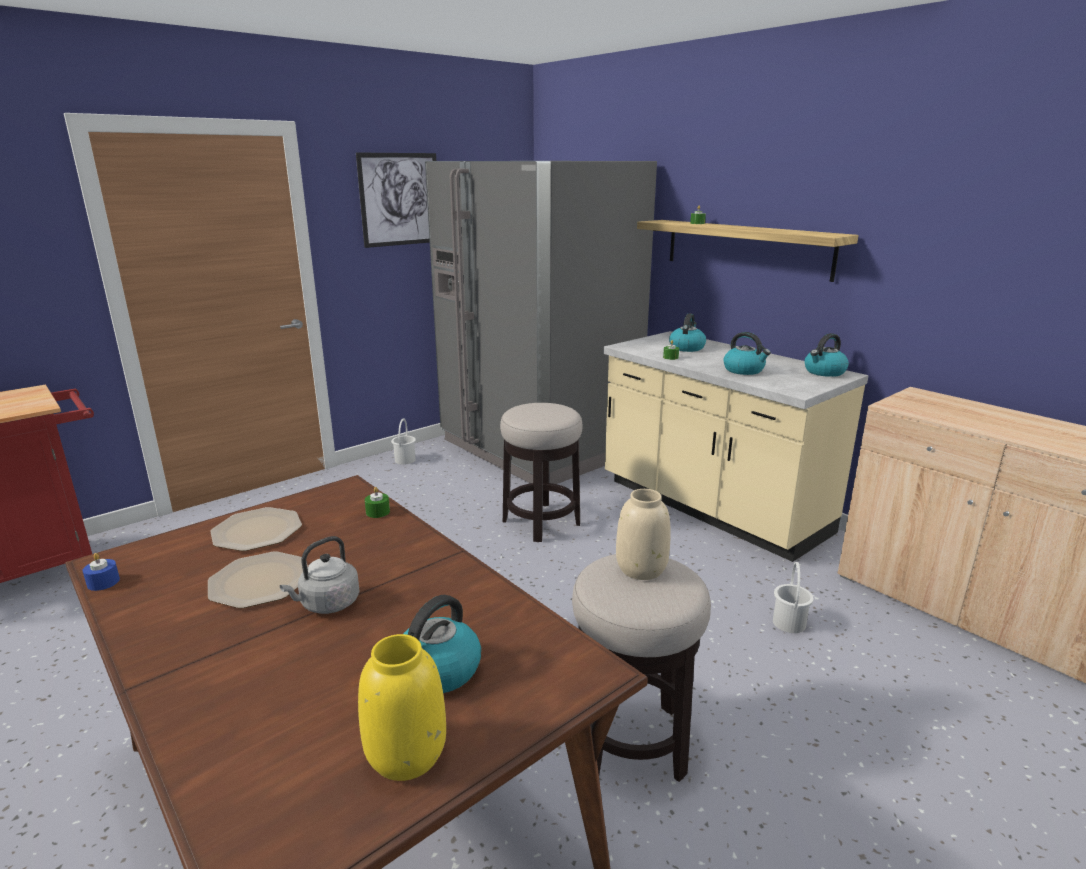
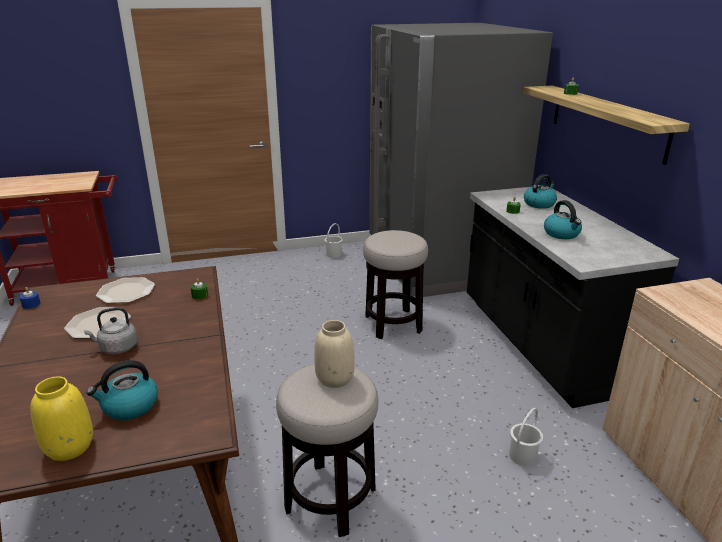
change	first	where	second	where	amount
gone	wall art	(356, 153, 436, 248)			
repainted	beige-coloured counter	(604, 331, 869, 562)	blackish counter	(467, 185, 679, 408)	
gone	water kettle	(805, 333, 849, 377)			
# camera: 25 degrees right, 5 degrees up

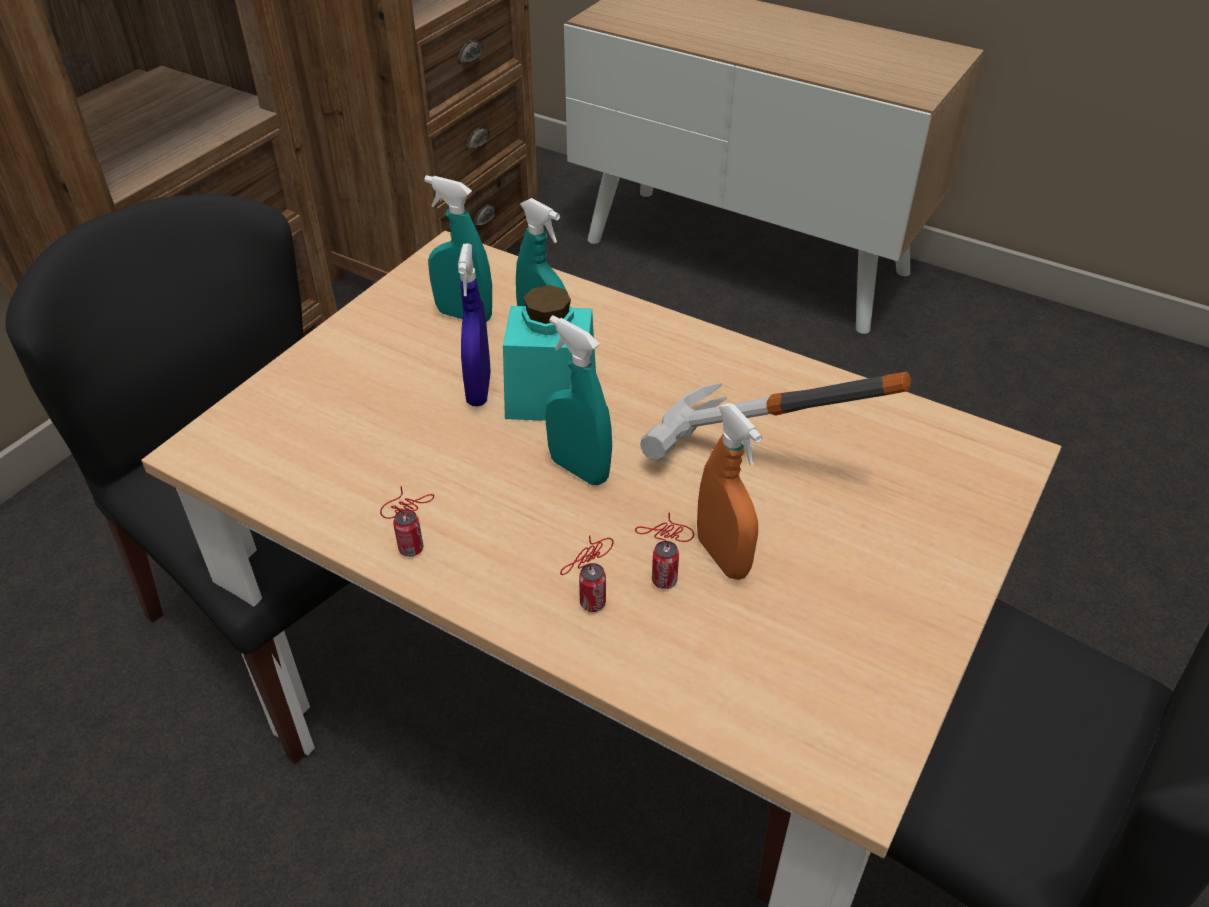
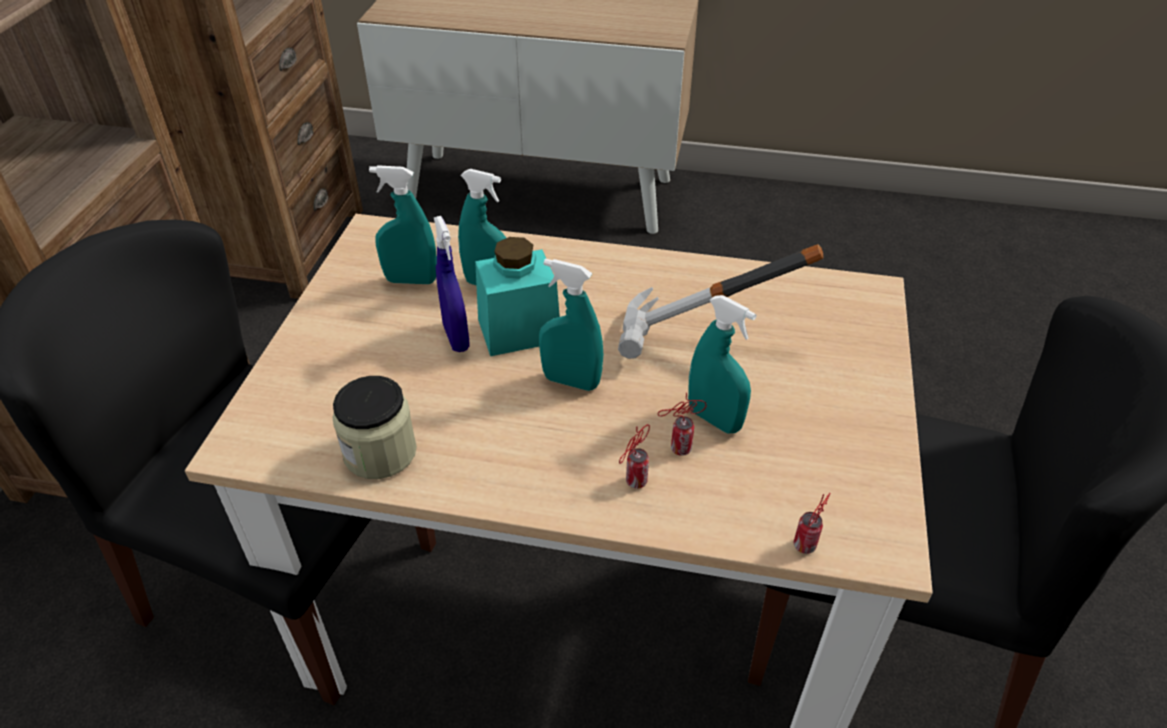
change	first	where	second	where	amount
repainted	orange hand sprayer	(697, 403, 762, 580)	turquoise hand sprayer	(688, 295, 757, 434)	
shifted	can	(380, 486, 434, 557)		(794, 493, 831, 554)	
new			storage jar	(332, 376, 417, 479)	
# camera: 20 degrees left, 0 degrees up

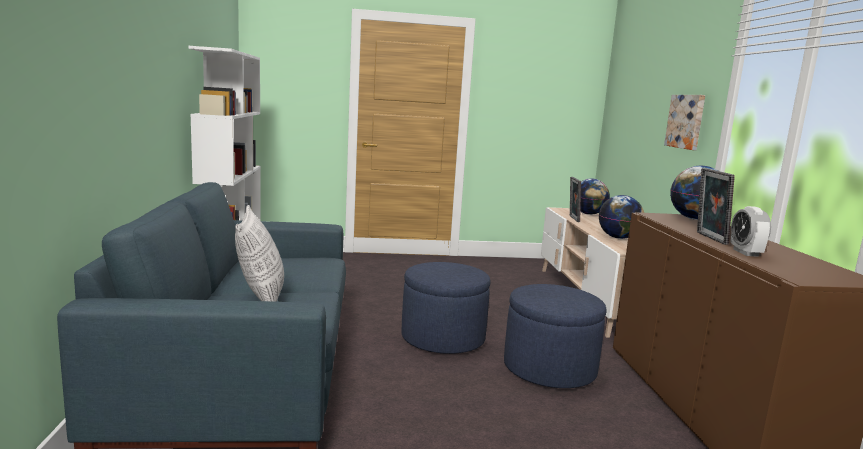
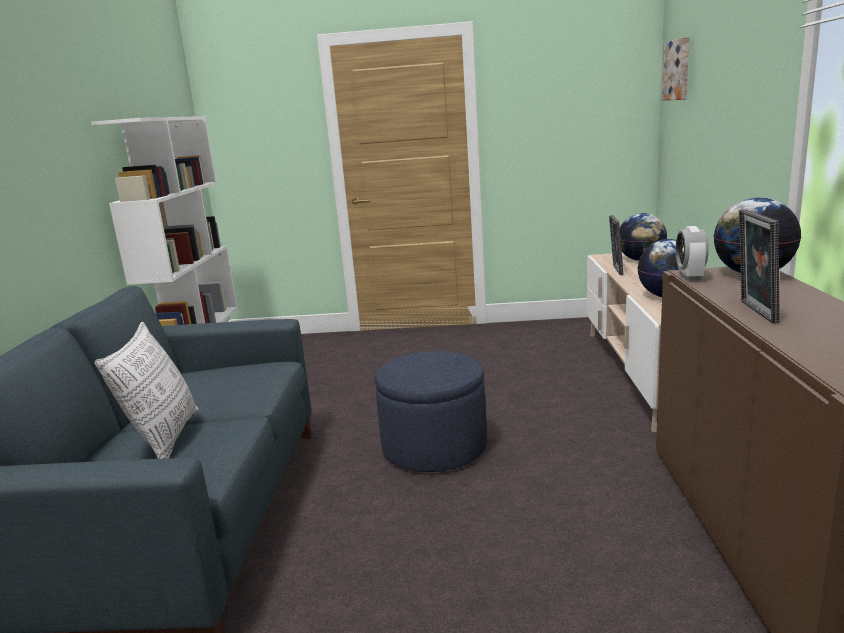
change	first	where	second	where	amount
shifted	wall art	(664, 95, 705, 150)		(662, 37, 689, 101)	
shifted	table clock	(730, 206, 771, 257)		(676, 226, 709, 281)	
gone	blue ottoman	(504, 284, 607, 388)			
# camera: 10 degrees right, 5 degrees up

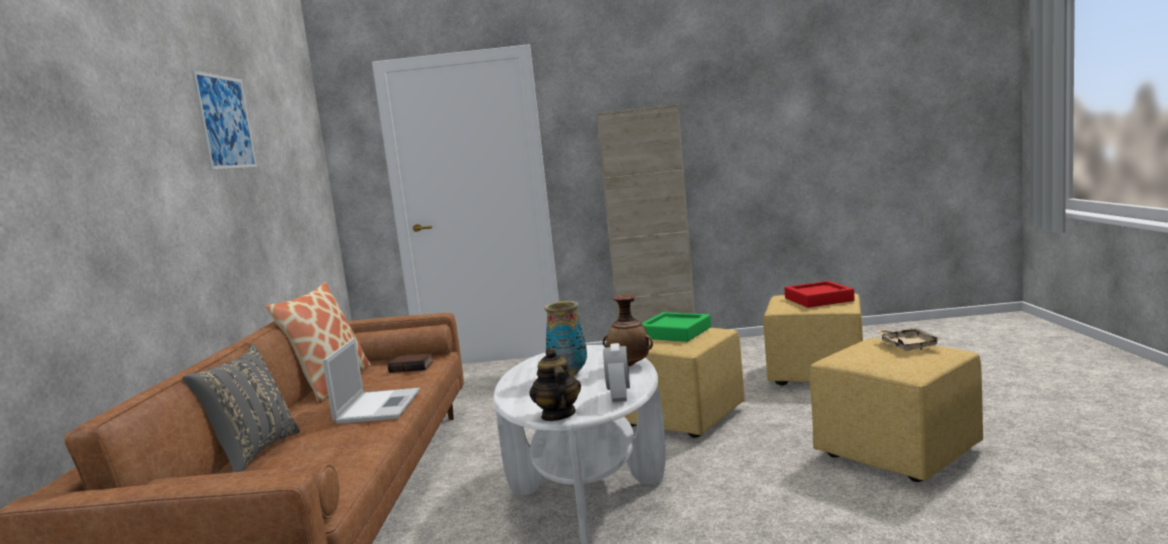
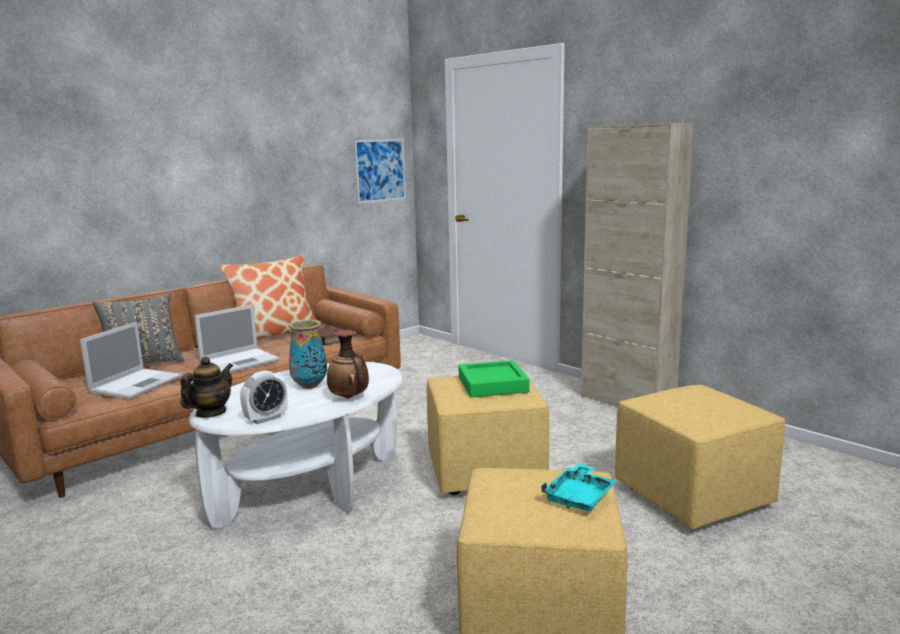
change	first	where	second	where	amount
shifted	wall art	(192, 71, 257, 170)		(354, 139, 406, 204)	
gone	red tray	(784, 281, 855, 308)			
repainted	beige-coloured tray	(875, 327, 942, 351)	turquoise tray	(541, 463, 617, 511)	
new			portable computer	(80, 322, 182, 399)	
# camera: 45 degrees right, 5 degrees up

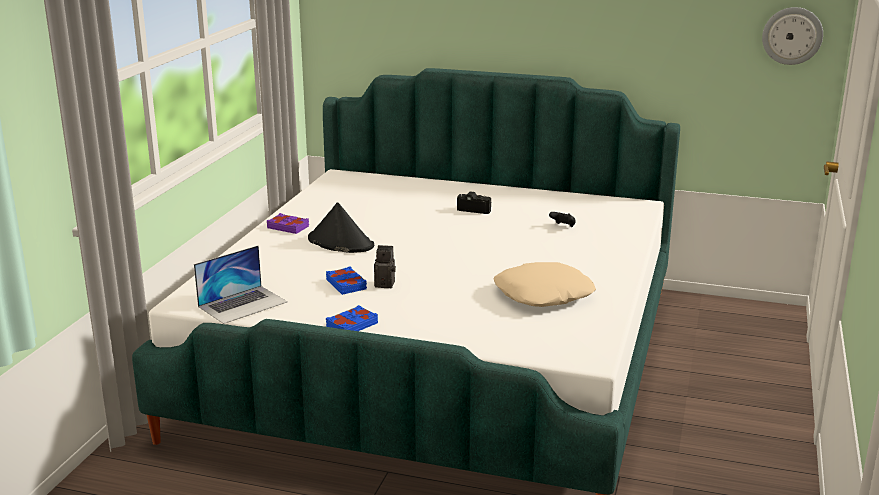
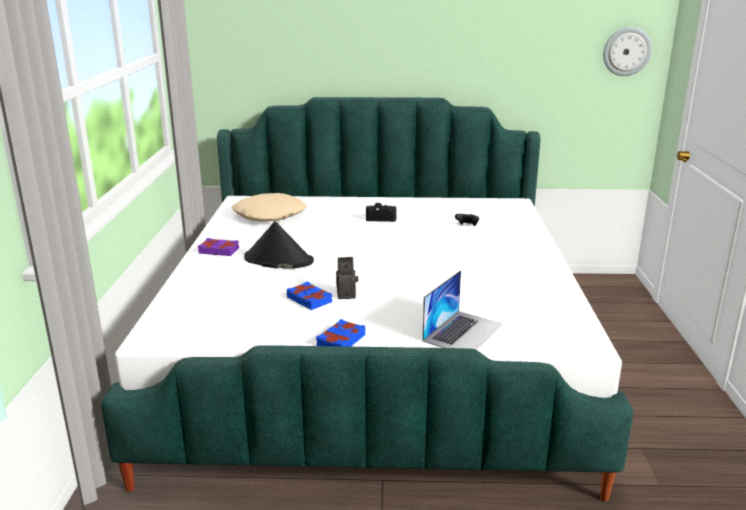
change	first	where	second	where	amount
shifted	portable computer	(194, 245, 288, 324)		(422, 270, 503, 350)	
shifted	beige-coloured throw pillow	(494, 262, 596, 307)		(232, 193, 307, 221)	
# camera: 15 degrees left, 0 degrees up

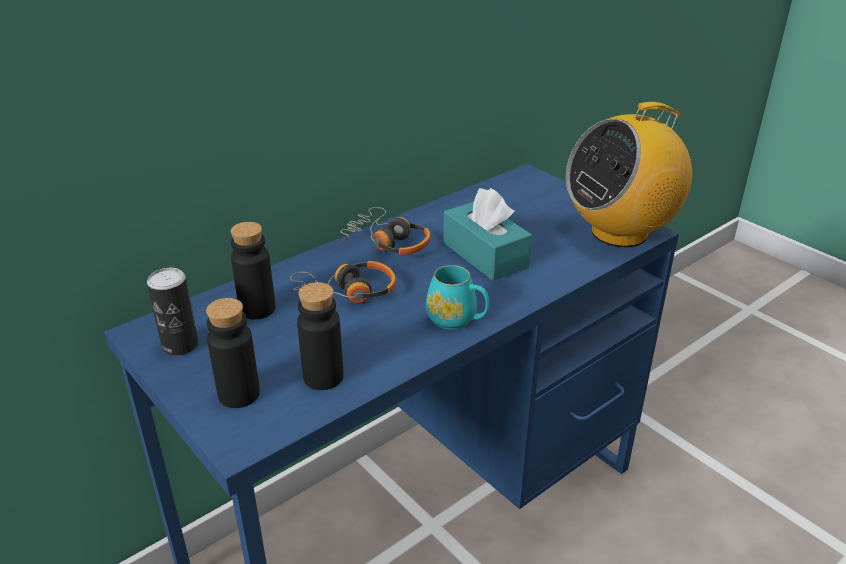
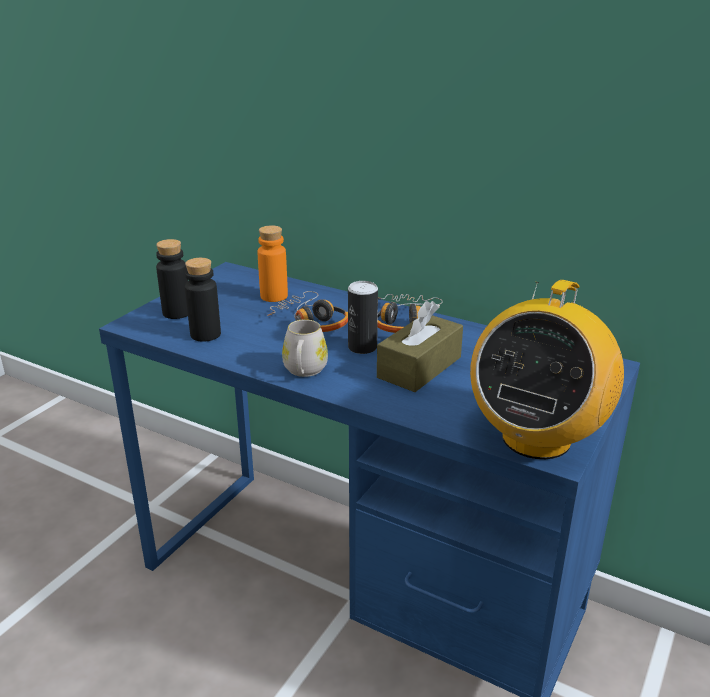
change	first	where	second	where	amount
rotated	radio set	(566, 102, 692, 247)		(470, 280, 624, 459)	105 degrees counterclockwise
repainted	turquoise tissue box	(443, 188, 532, 281)	brown tissue box	(377, 301, 463, 392)	
repainted	blackish bottle	(231, 222, 276, 320)	orange bottle	(257, 225, 288, 302)	
repainted	turquoise tea mug	(426, 265, 489, 330)	white-coloured tea mug	(282, 319, 328, 377)	
shifted	can	(147, 268, 199, 356)		(348, 281, 378, 354)	
# camera: 70 degrees right, 5 degrees down

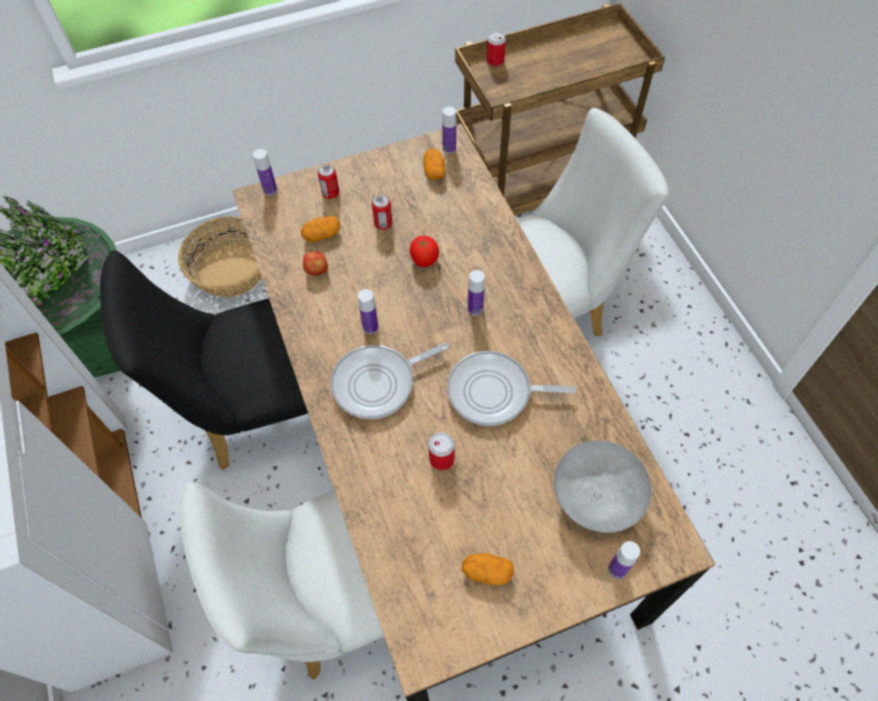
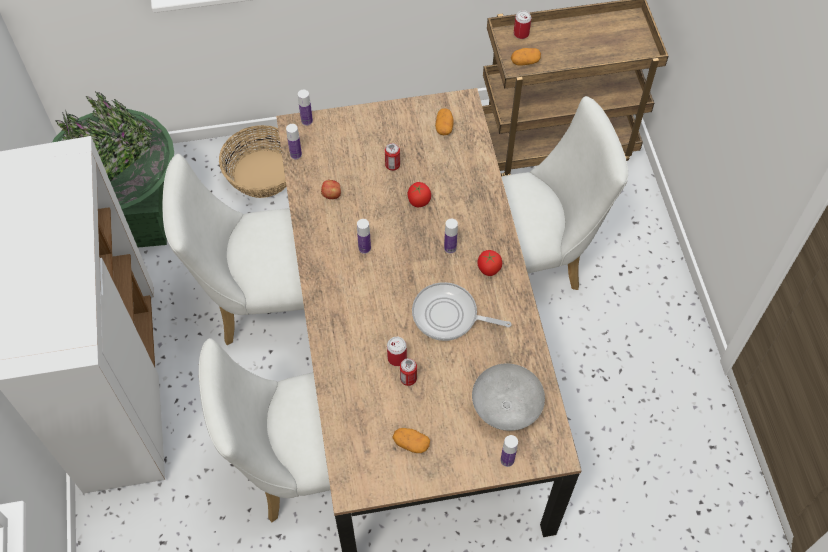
change	first	where	second	where	amount
shifted	bottle	(442, 107, 456, 154)		(286, 124, 302, 159)	
shifted	can	(318, 164, 339, 199)		(400, 358, 417, 386)	
shifted	whole potato	(301, 216, 340, 242)		(511, 48, 541, 66)	
repainted	blackish plain chair	(100, 250, 308, 470)	white-coloured plain chair	(163, 154, 304, 345)	
gone	skillet	(330, 342, 449, 419)			
new			whole tomato	(477, 250, 502, 276)	
# camera: 10 degrees right, 0 degrees up

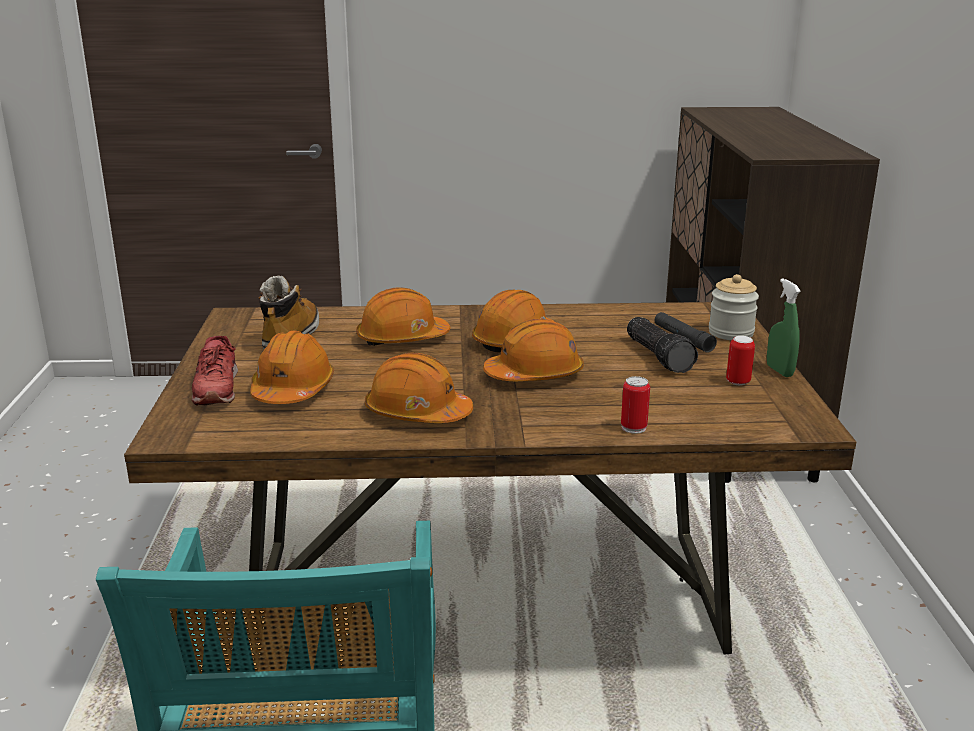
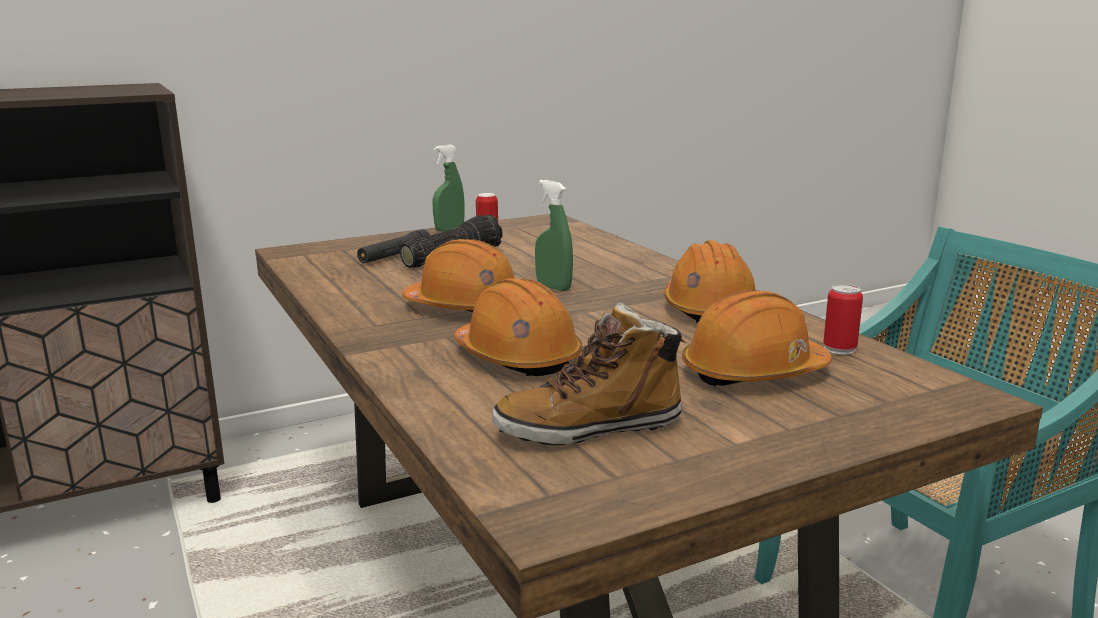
change	first	where	second	where	amount
gone	storage jar	(709, 274, 759, 340)			
swapped	orange safety helmet	(483, 319, 584, 381)	greenish hand sprayer	(535, 180, 573, 291)	
gone	red shoe	(192, 336, 238, 406)			
shifted	can	(621, 376, 650, 434)		(823, 284, 863, 355)	
# camera: 115 degrees left, 5 degrees down

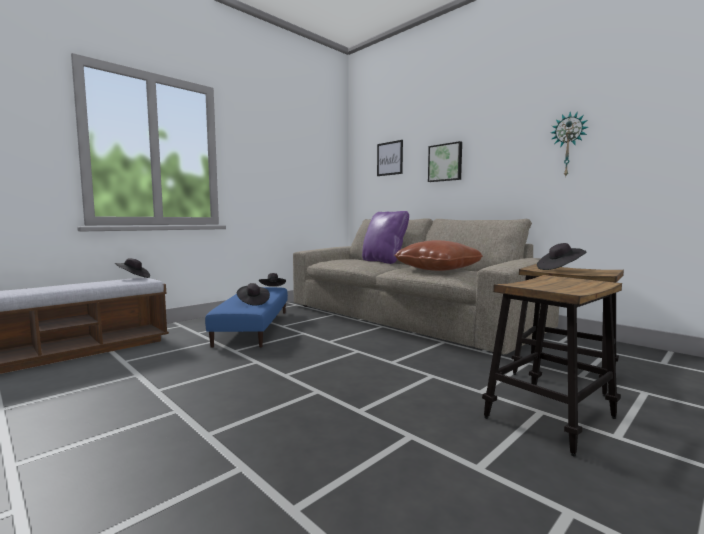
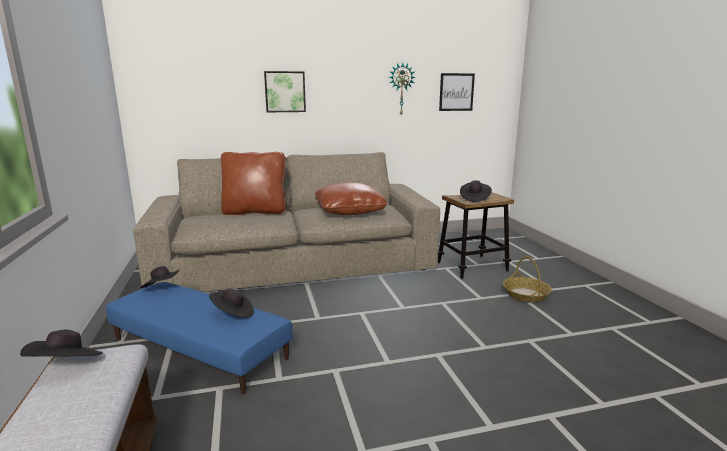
change	first	where	second	where	amount
shifted	wall art	(377, 140, 403, 176)		(439, 73, 475, 111)	
repainted	purplish throw pillow	(362, 211, 409, 264)	brown throw pillow	(221, 152, 286, 215)	
swapped	stool seat	(482, 275, 622, 456)	storage basket	(503, 256, 552, 302)	
# camera: 60 degrees left, 10 degrees up

